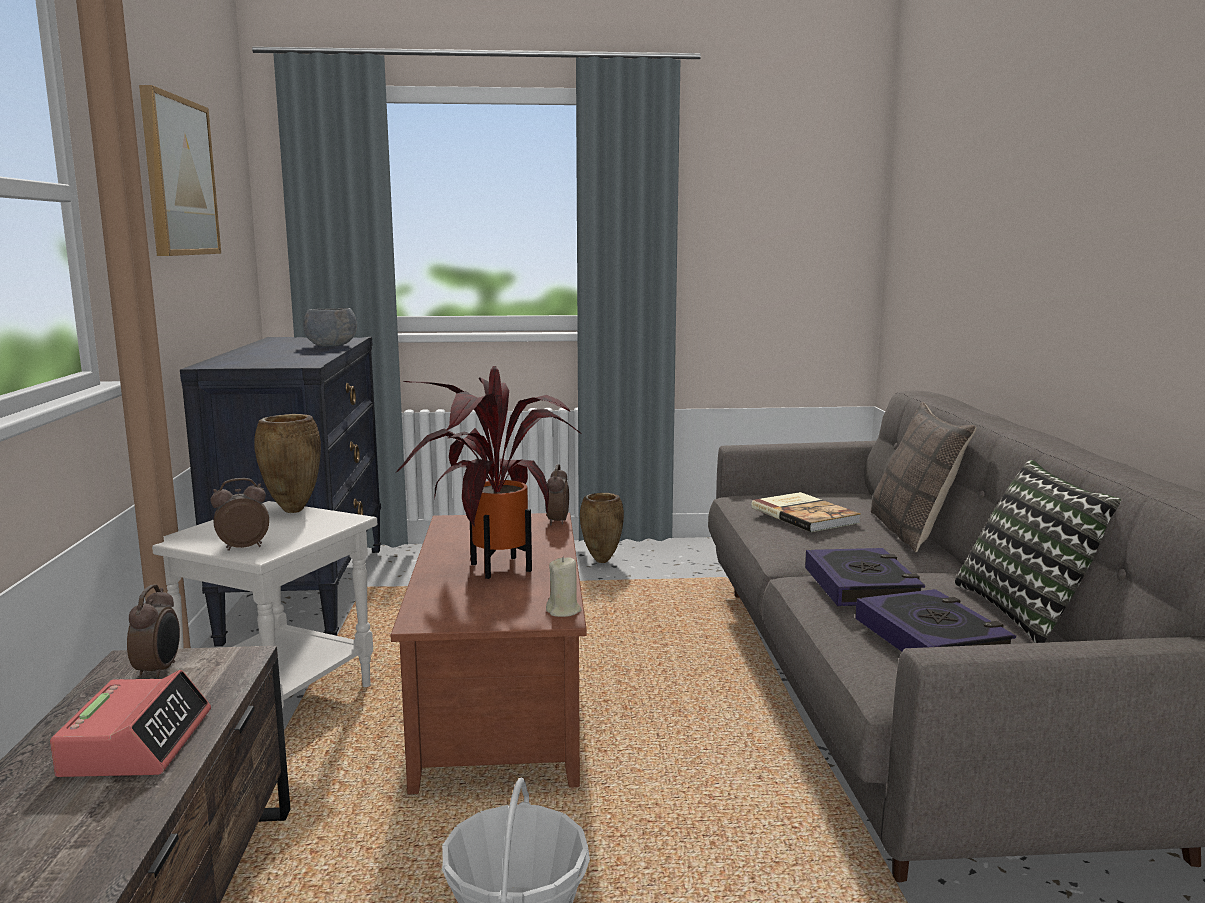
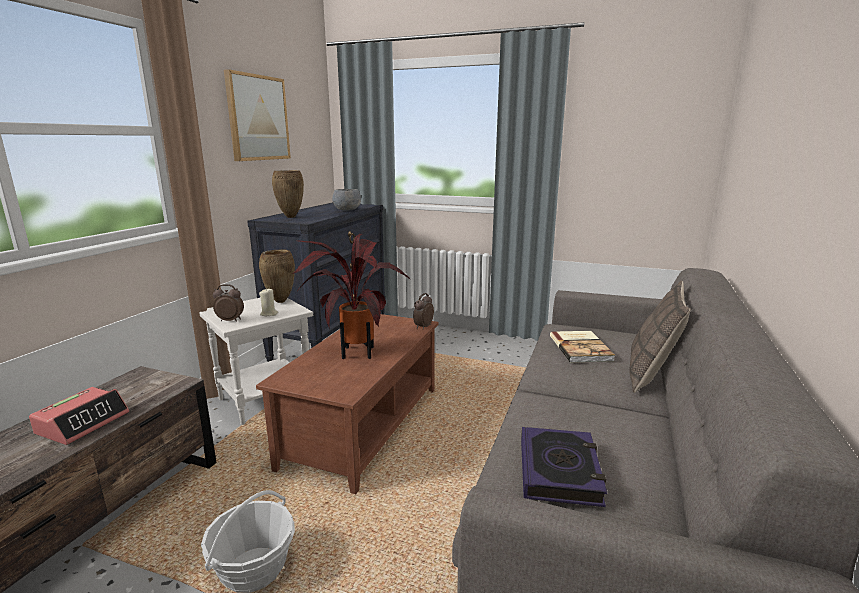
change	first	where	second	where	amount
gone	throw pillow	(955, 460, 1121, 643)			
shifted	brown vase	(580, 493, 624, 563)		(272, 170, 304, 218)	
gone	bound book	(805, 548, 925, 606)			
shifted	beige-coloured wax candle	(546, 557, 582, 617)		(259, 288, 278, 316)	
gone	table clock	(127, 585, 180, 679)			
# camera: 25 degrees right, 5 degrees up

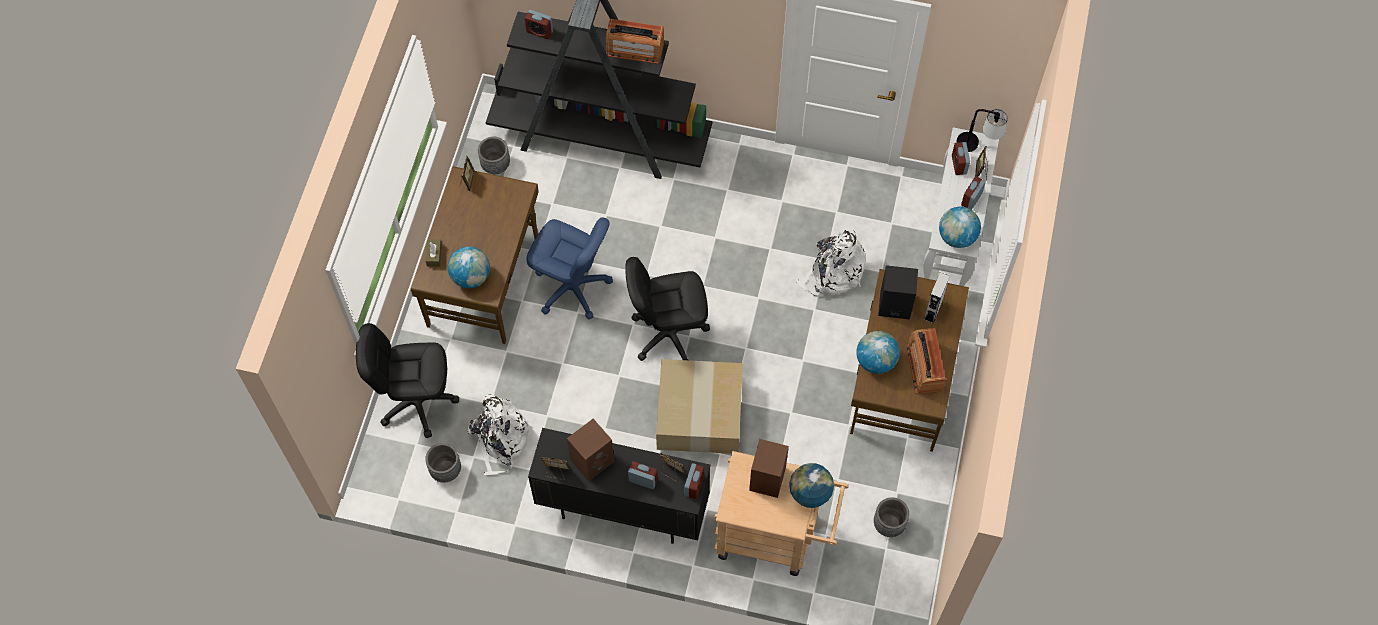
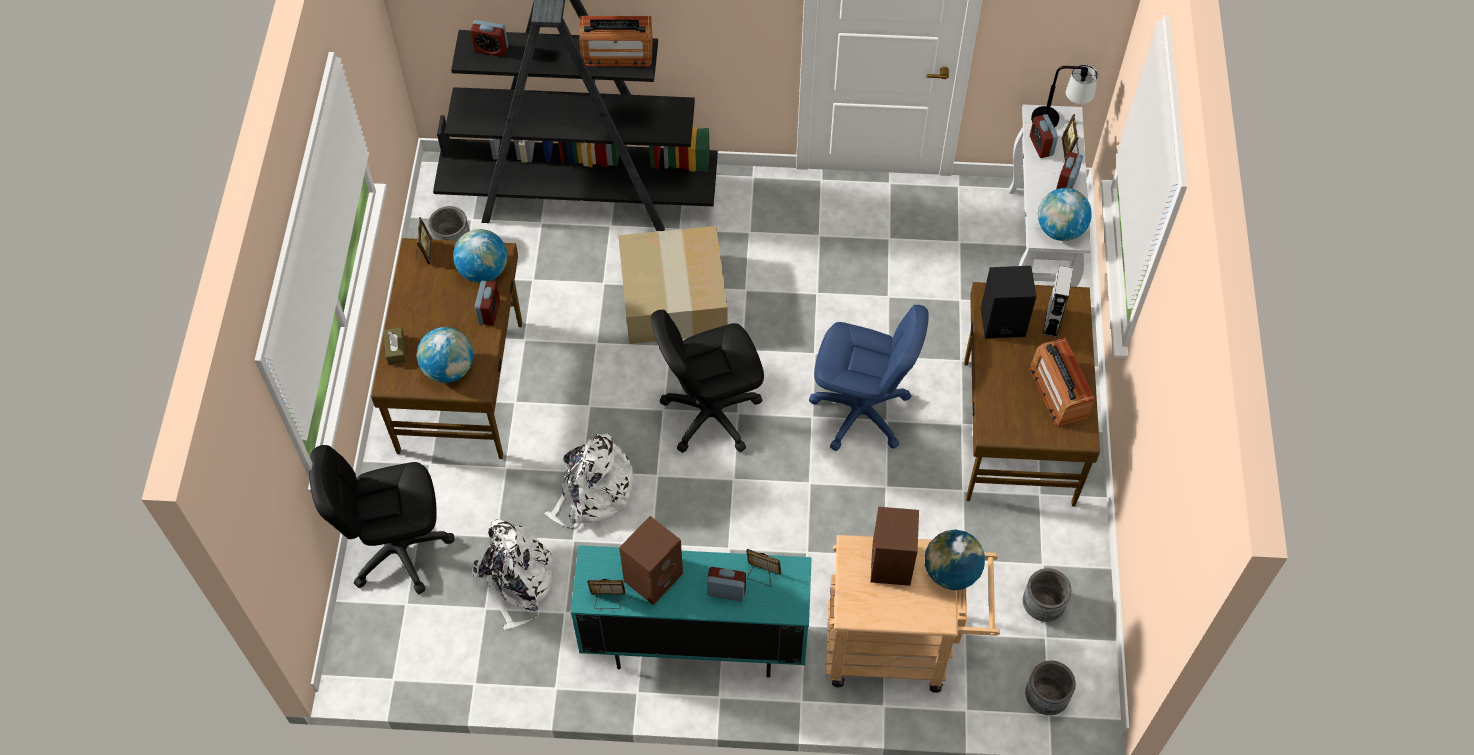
change	first	where	second	where	amount
shifted	blue computer chair	(526, 217, 613, 319)		(809, 305, 929, 451)	
shifted	white-coloured backpack	(797, 230, 866, 297)		(545, 433, 633, 530)	
shifted	world globe	(856, 331, 900, 374)		(453, 229, 507, 283)	
shifted	cardboard box	(656, 359, 743, 454)		(618, 226, 728, 344)	
repainted	blackish cabinet	(528, 428, 710, 544)	turquoise cabinet	(571, 545, 812, 678)	
shifted	grey plant pot	(425, 443, 461, 483)		(1025, 661, 1076, 715)	
shifted	table clock	(684, 463, 704, 499)		(475, 280, 500, 326)	
# camera: 10 degrees left, 5 degrees down

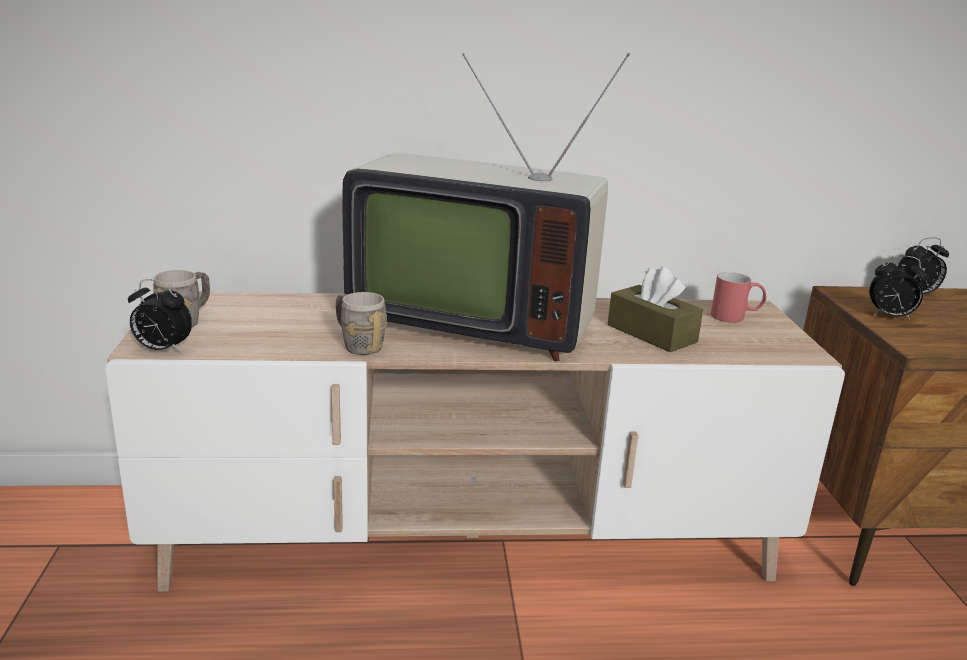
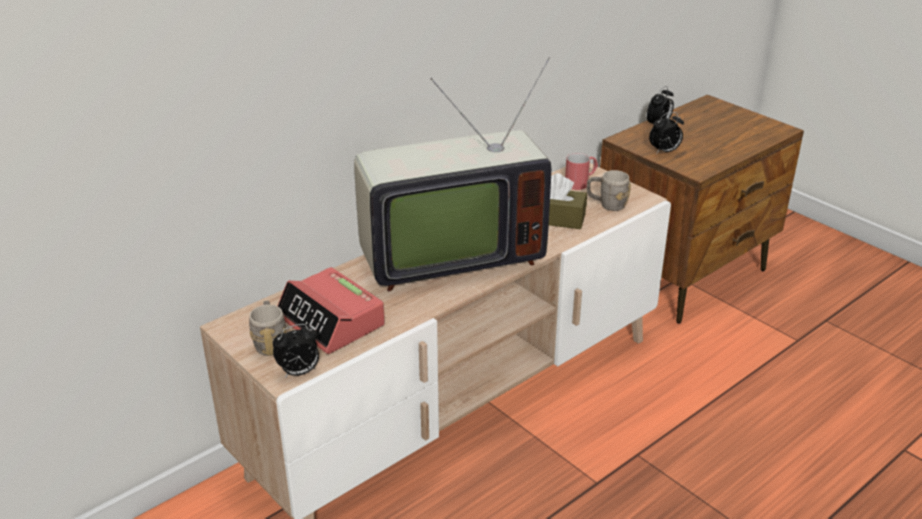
change	first	where	second	where	amount
shifted	grey tea mug	(336, 292, 387, 355)		(587, 170, 631, 211)	
new			table clock	(278, 267, 385, 354)	
# camera: 35 degrees left, 10 degrees up

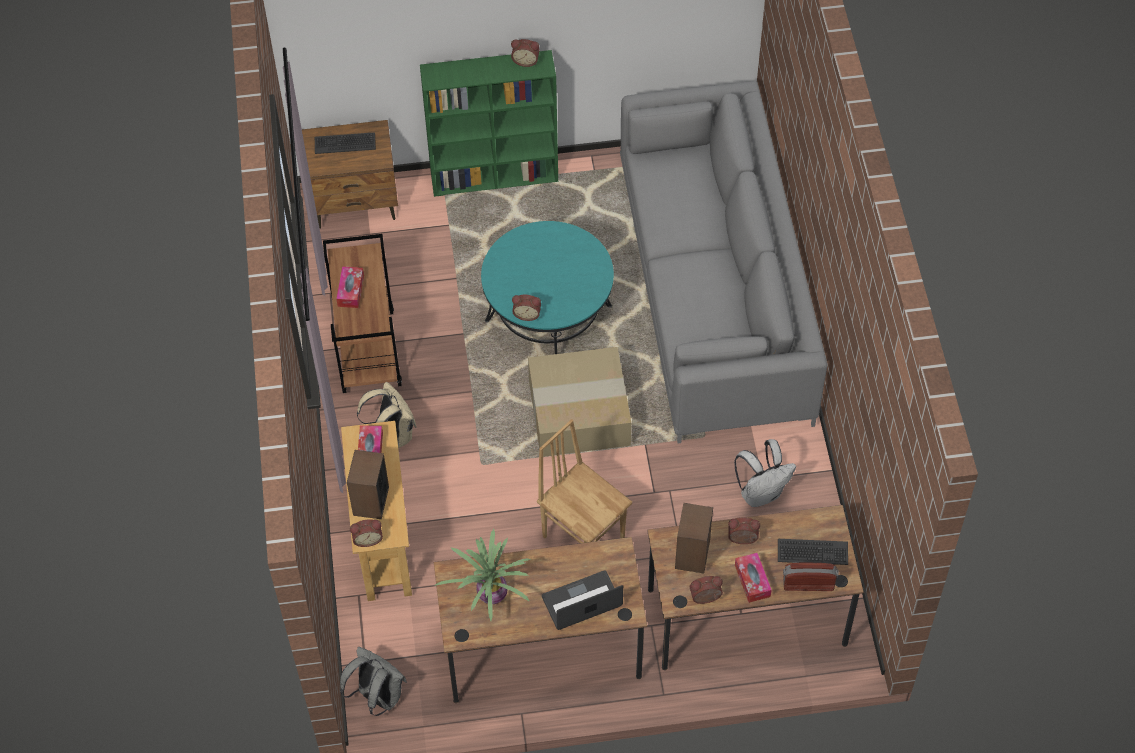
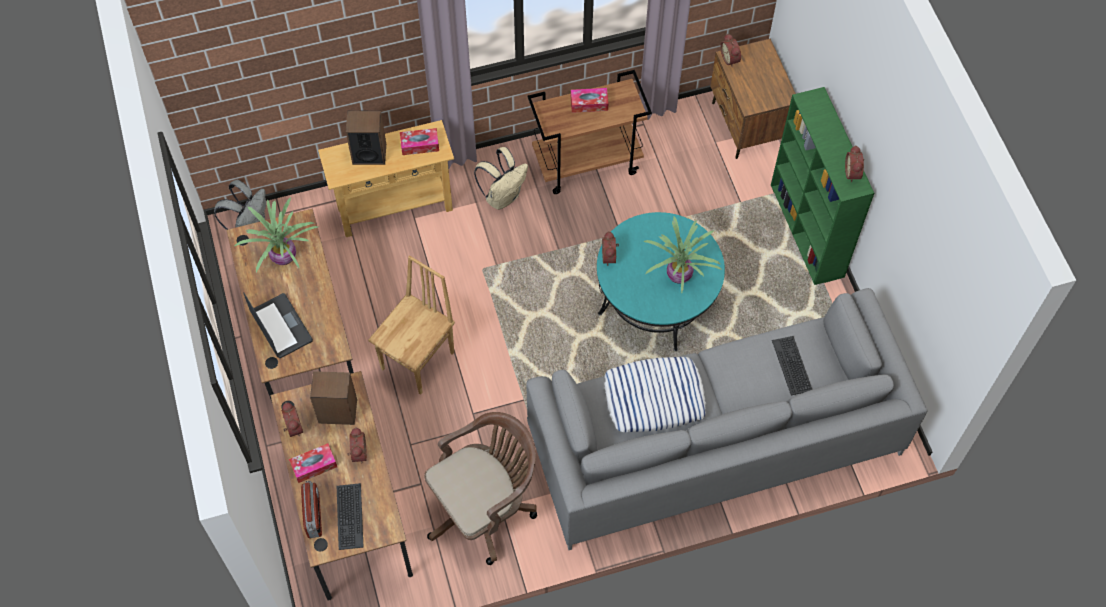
change	first	where	second	where	amount
shifted	keyboard	(315, 132, 376, 154)		(772, 336, 812, 395)	
gone	cardboard box	(528, 347, 631, 457)			
swapped	white-coloured backpack	(734, 439, 796, 507)	brown computer chair	(424, 412, 537, 565)	
shifted	table clock	(350, 519, 383, 547)		(720, 34, 741, 67)	
new			potted plant	(643, 217, 722, 293)	
new			throw pillow	(604, 357, 706, 432)	
# camera: 80 degrees right, 5 degrees up

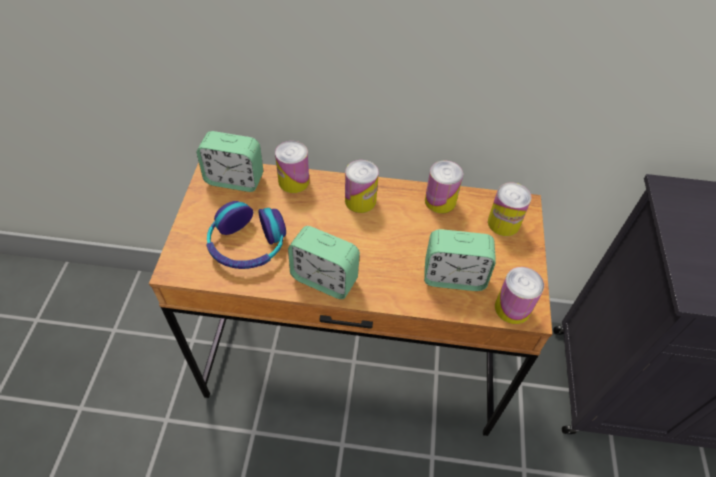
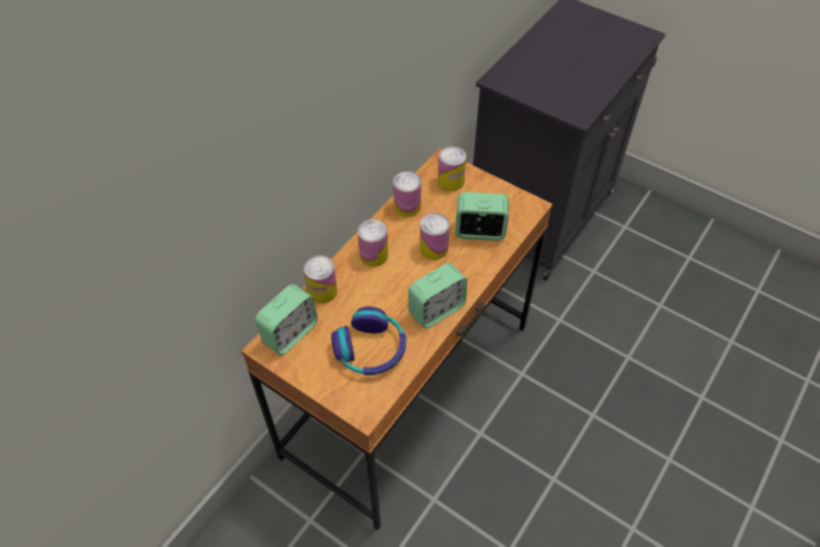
change	first	where	second	where	amount
rotated	table clock	(424, 229, 496, 291)		(456, 192, 509, 241)	120 degrees counterclockwise
shifted	can	(495, 267, 544, 324)		(420, 213, 450, 260)	
# camera: 60 degrees left, 0 degrees up

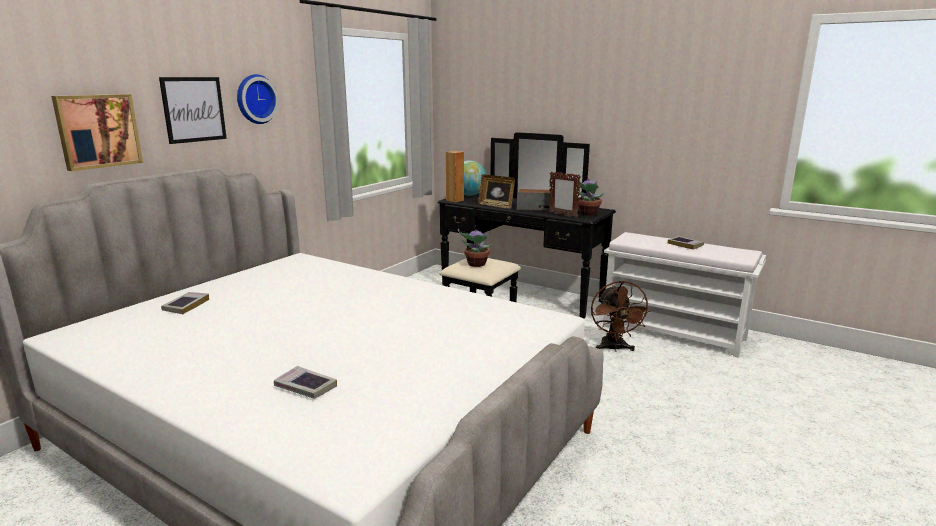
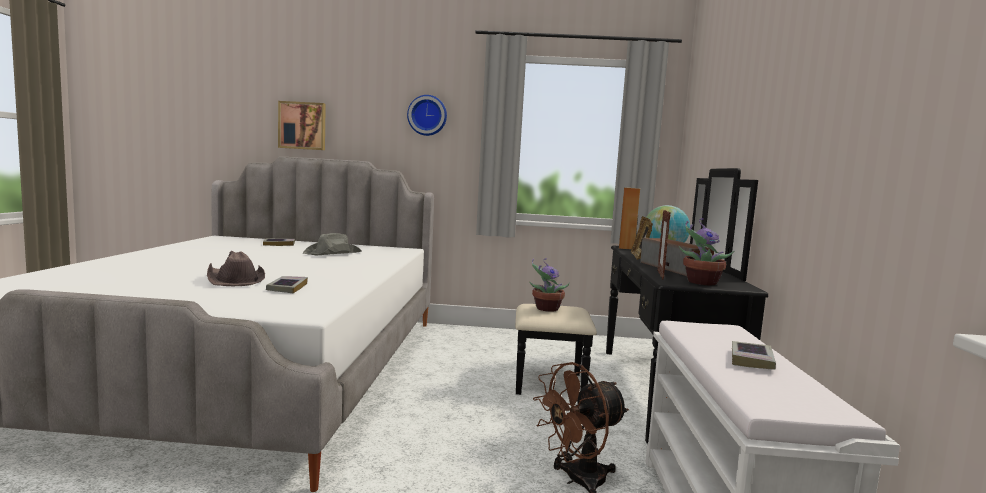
change	first	where	second	where	amount
gone	wall art	(159, 77, 227, 144)			
shifted	bound book	(274, 366, 337, 399)		(266, 276, 308, 294)	
new			grey hat	(303, 233, 362, 255)	
new			brown hat	(207, 251, 265, 286)	
# camera: 60 degrees right, 10 degrees down

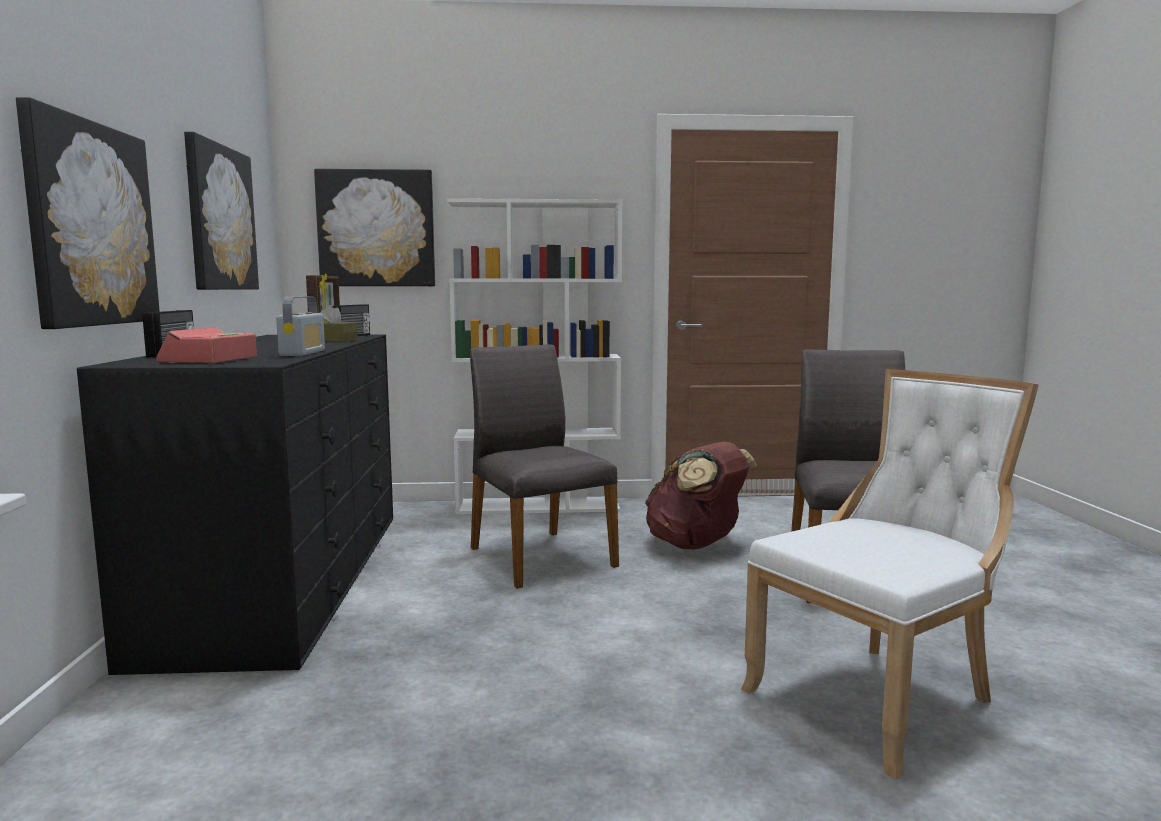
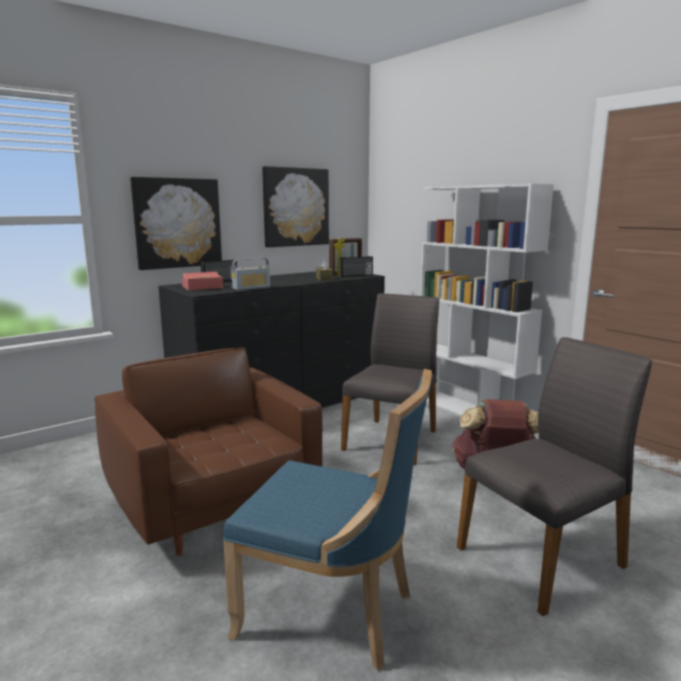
change	first	where	second	where	amount
gone	wall art	(314, 169, 435, 286)			
repainted	white-coloured plain chair	(741, 369, 1039, 780)	blue plain chair	(223, 369, 432, 671)	
new			brown easy chair	(95, 347, 322, 556)	
# camera: 55 degrees right, 5 degrees up

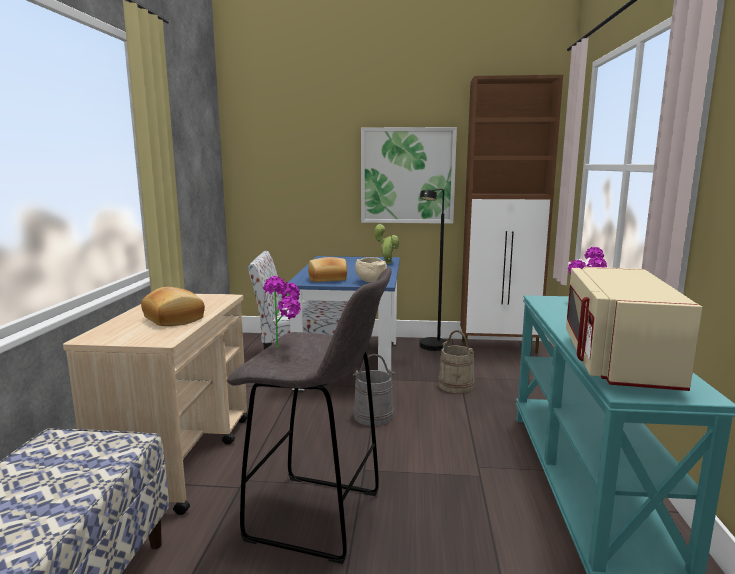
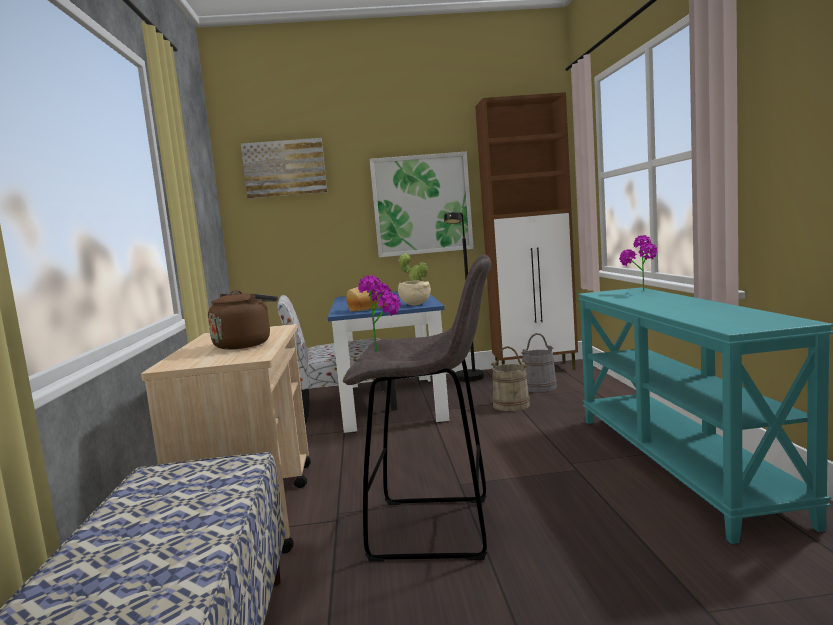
change	first	where	second	where	amount
gone	beige-coloured microwave	(566, 267, 702, 391)			
swapped	bakery bread	(141, 287, 205, 326)	brown water kettle	(208, 290, 278, 349)	
shifted	grey water bucket	(353, 354, 395, 426)		(521, 333, 557, 392)	
new			wall art	(241, 138, 327, 199)	
# camera: 10 degrees left, 5 degrees down

